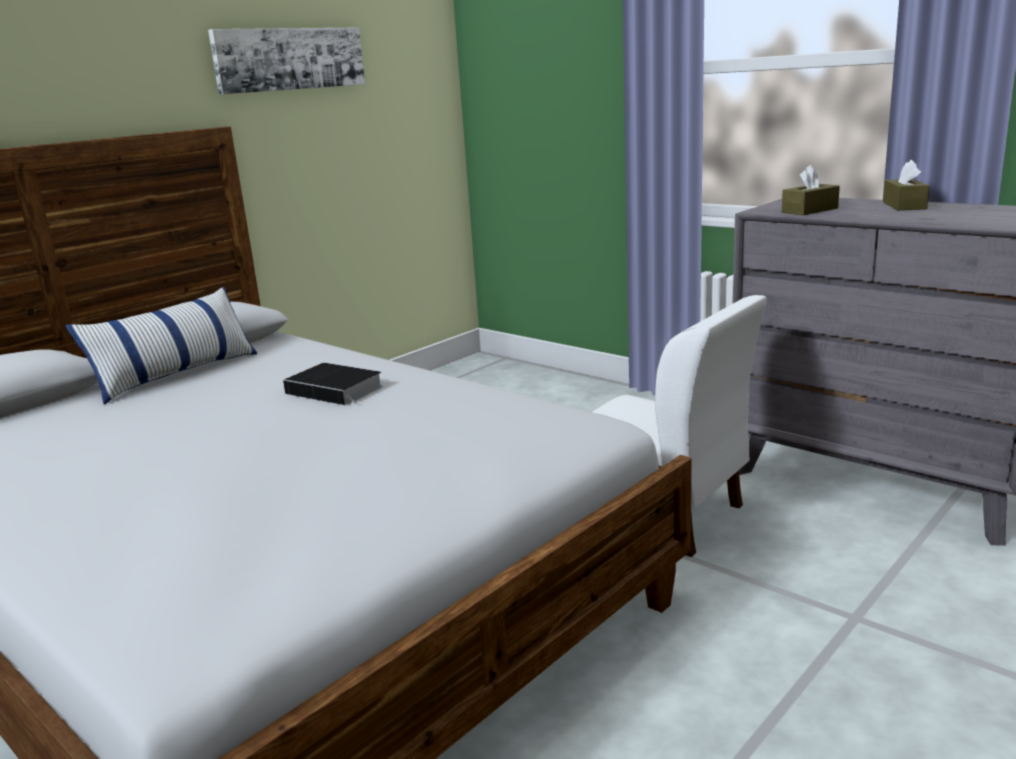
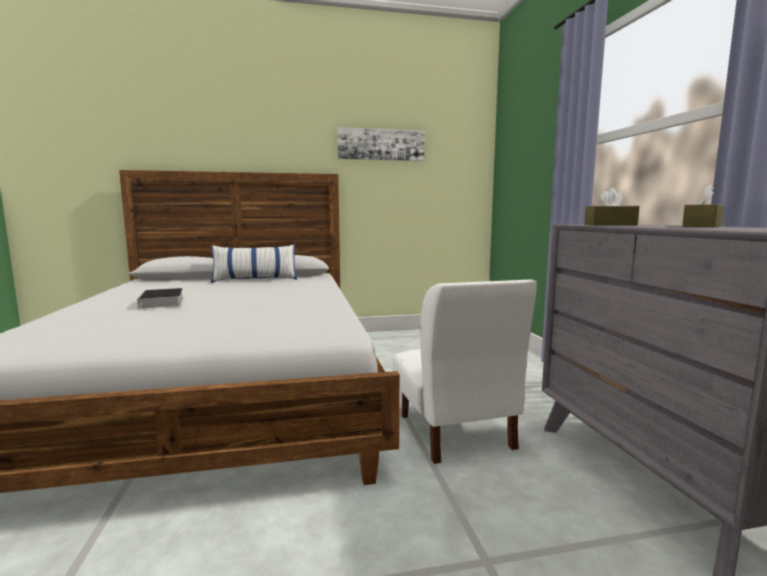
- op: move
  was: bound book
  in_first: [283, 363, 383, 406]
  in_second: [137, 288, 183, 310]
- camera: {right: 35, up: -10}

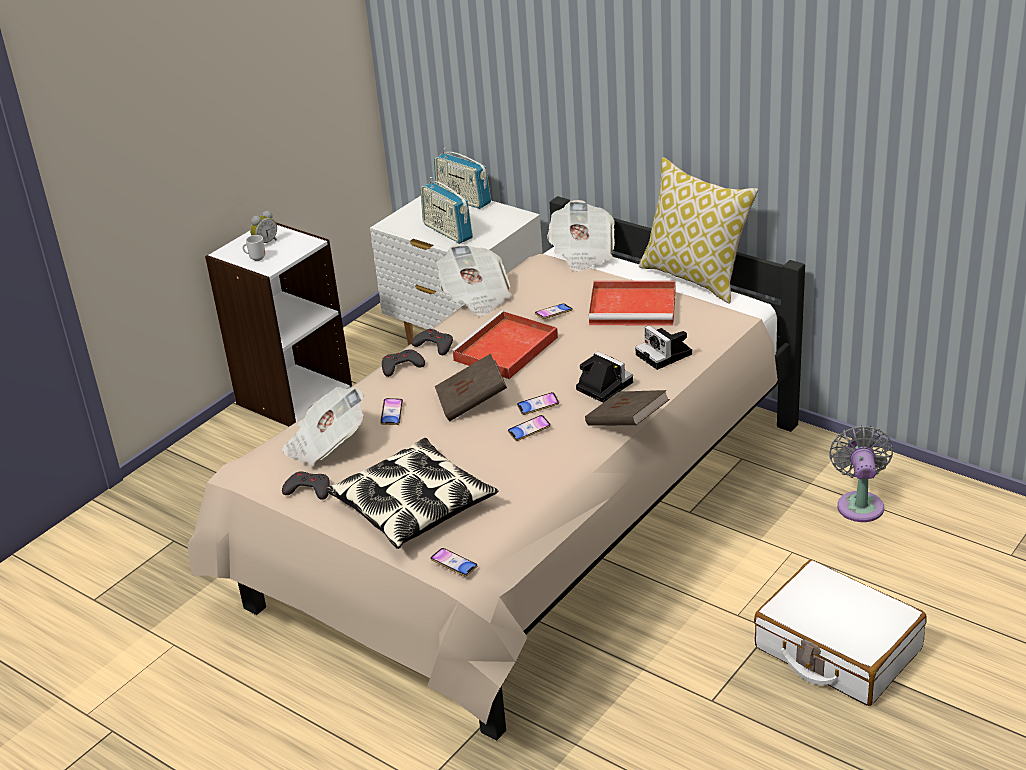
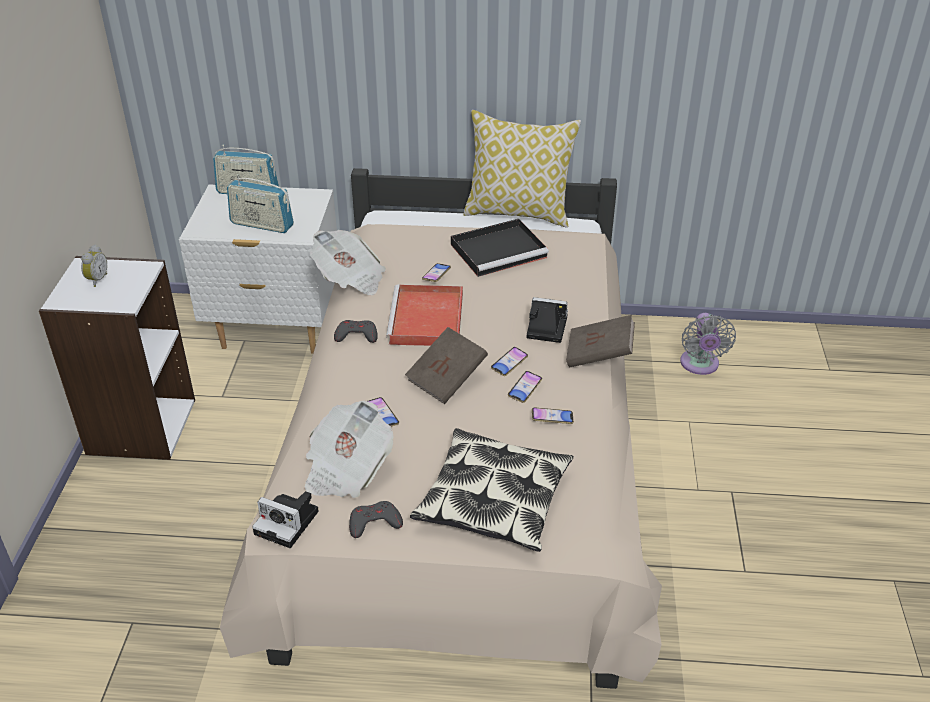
- op: delete
  was: daily paper
  in_first: [547, 200, 615, 272]
- op: delete
  was: mug
  in_first: [242, 235, 265, 261]
- op: recolor
  was: serving tray (reddish)
  now: serving tray (black-coloured)
  in_first: [589, 281, 676, 326]
  in_second: [451, 219, 549, 277]
- op: move
  was: still camera
  in_first: [635, 325, 692, 370]
  in_second: [252, 491, 319, 548]
- op: delete
  was: gamepad (grey)
  in_first: [382, 349, 425, 377]
- op: rotate
  was: cooling fan (grey)
  in_first: [829, 425, 894, 522]
  in_second: [680, 313, 736, 375]
  clockwise: -150
- op: move
  was: handset
  in_first: [430, 548, 478, 576]
  in_second: [532, 407, 574, 424]
- op: delete
  was: travel case (white-coloured)
  in_first: [754, 560, 927, 706]
- camera: {right: -35, up: 5}

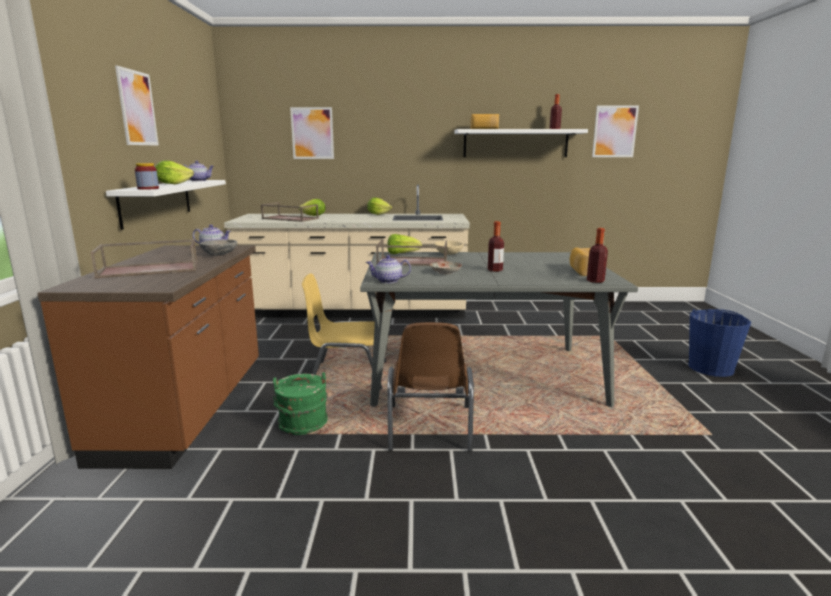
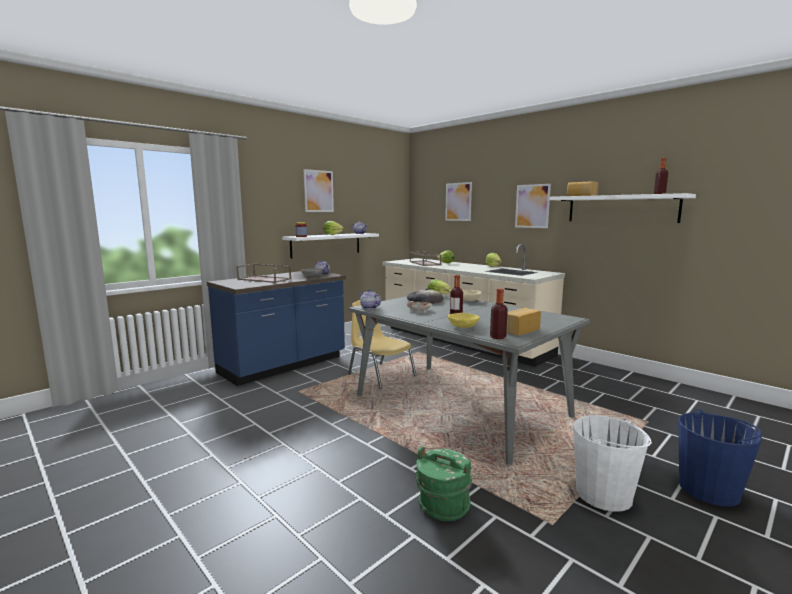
- op: move
  was: wall art
  in_first: [592, 105, 639, 157]
  in_second: [515, 184, 551, 228]
- op: replace
  was: serving tray (brownish)
  now: bread
  in_first: [376, 240, 447, 266]
  in_second: [407, 289, 443, 304]
- op: recolor
  was: counter (brownish)
  now: counter (blue)
  in_first: [37, 245, 259, 469]
  in_second: [207, 271, 346, 386]
- op: delete
  was: upright chair (brownish)
  in_first: [387, 322, 474, 452]
- op: move
  was: pail (green-coloured)
  in_first: [273, 372, 328, 435]
  in_second: [415, 446, 472, 521]
- op: insert
  now: bowl (yellowish)
  in_second: [448, 313, 480, 328]
- op: insert
  now: pail (white-coloured)
  in_second: [573, 415, 652, 512]
- camera: {right: 45, up: -5}

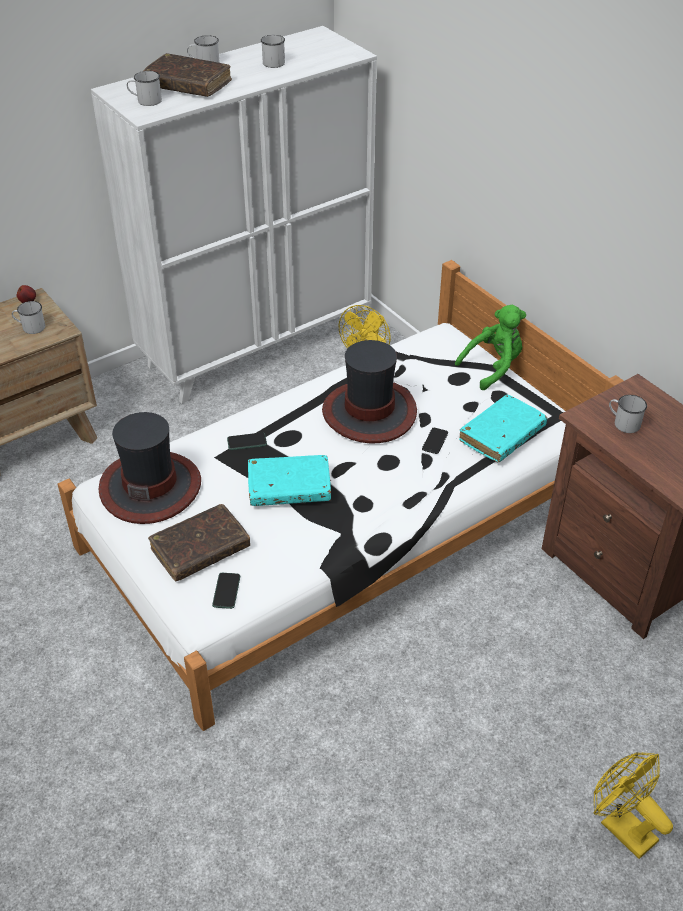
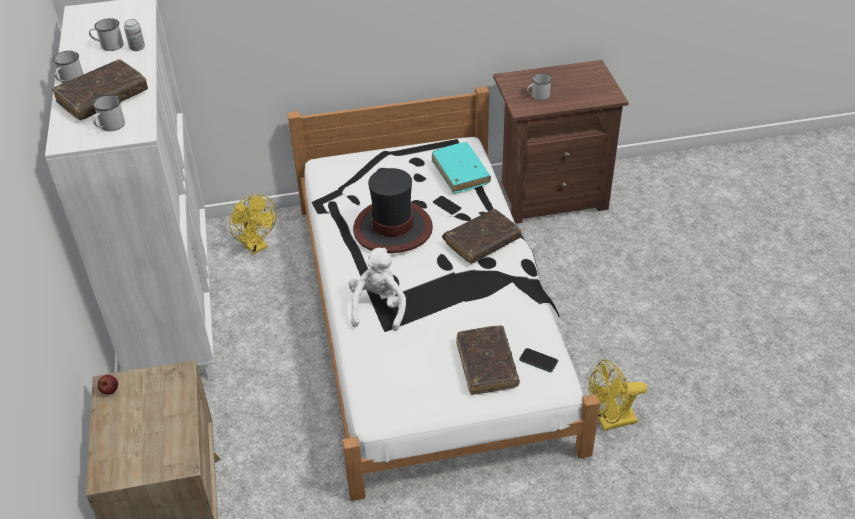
- op: delete
  was: mug (white-coloured)
  in_first: [12, 301, 45, 334]
- op: delete
  was: cuddly toy (green-coloured)
  in_first: [455, 305, 526, 390]
- op: delete
  was: hat
  in_first: [98, 412, 201, 524]
- op: replace
  was: handset
  now: cuddly toy (white-coloured)
  in_first: [227, 432, 267, 450]
  in_second: [348, 248, 406, 331]
- op: delete
  was: bound book (blue-green)
  in_first: [248, 455, 331, 506]
- op: move
  was: cooling fan (yellowish)
  in_first: [593, 752, 673, 859]
  in_second: [589, 359, 647, 431]
- op: insert
  now: metal can
  in_second: [124, 19, 145, 51]
- op: insert
  now: bound book (brownish)
  in_second: [445, 209, 521, 264]
- camera: {right: -65, up: 0}

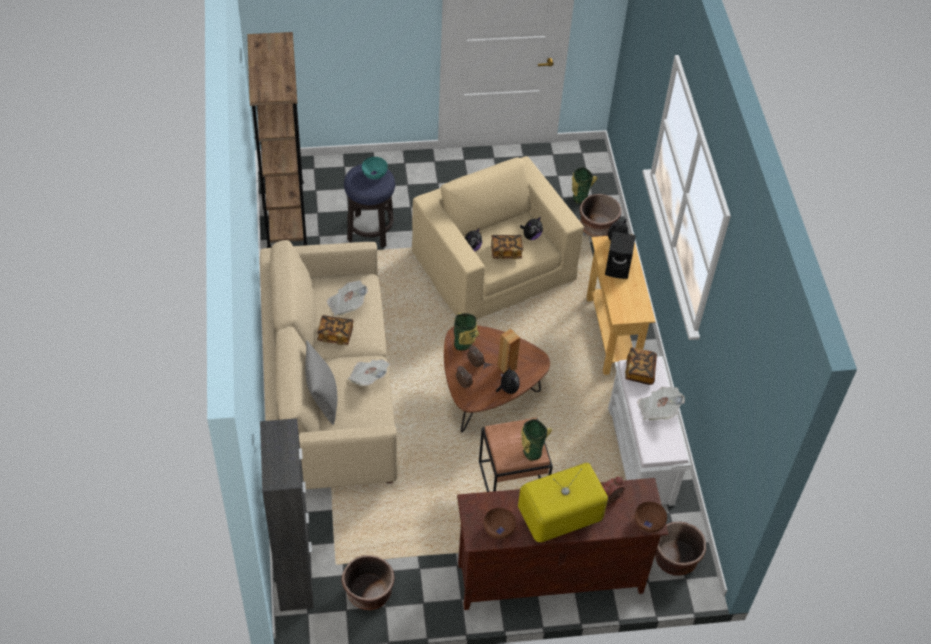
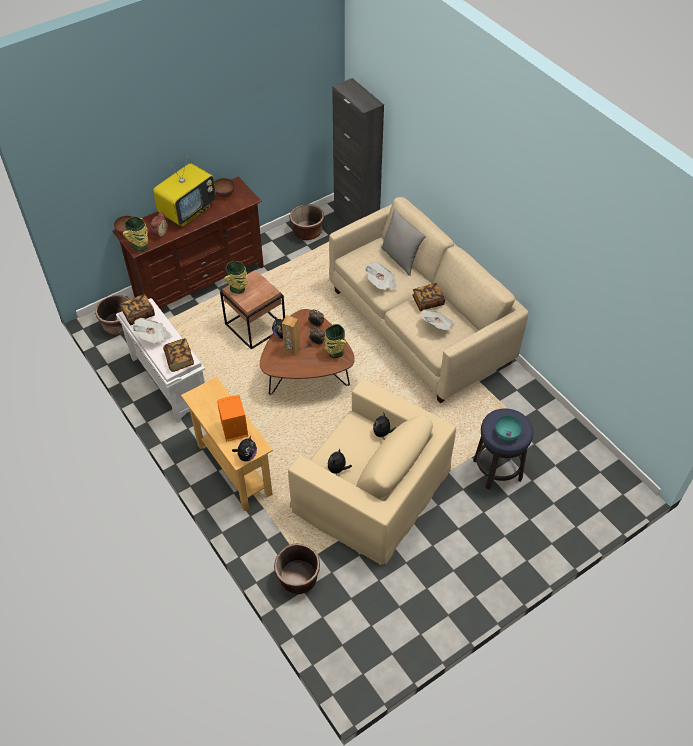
- op: delete
  was: shelving unit (brownish)
  in_first: [247, 32, 308, 248]
- op: move
  was: decorative vase
  in_first: [572, 167, 597, 204]
  in_second: [123, 217, 148, 251]
- op: recolor
  was: loudspeaker (black-coloured)
  now: loudspeaker (orange)
  in_first: [605, 231, 636, 279]
  in_second: [217, 395, 248, 442]
- op: move
  was: bound book
  in_first: [491, 235, 523, 259]
  in_second: [120, 294, 155, 325]
- camera: {right: 155, up: 0}

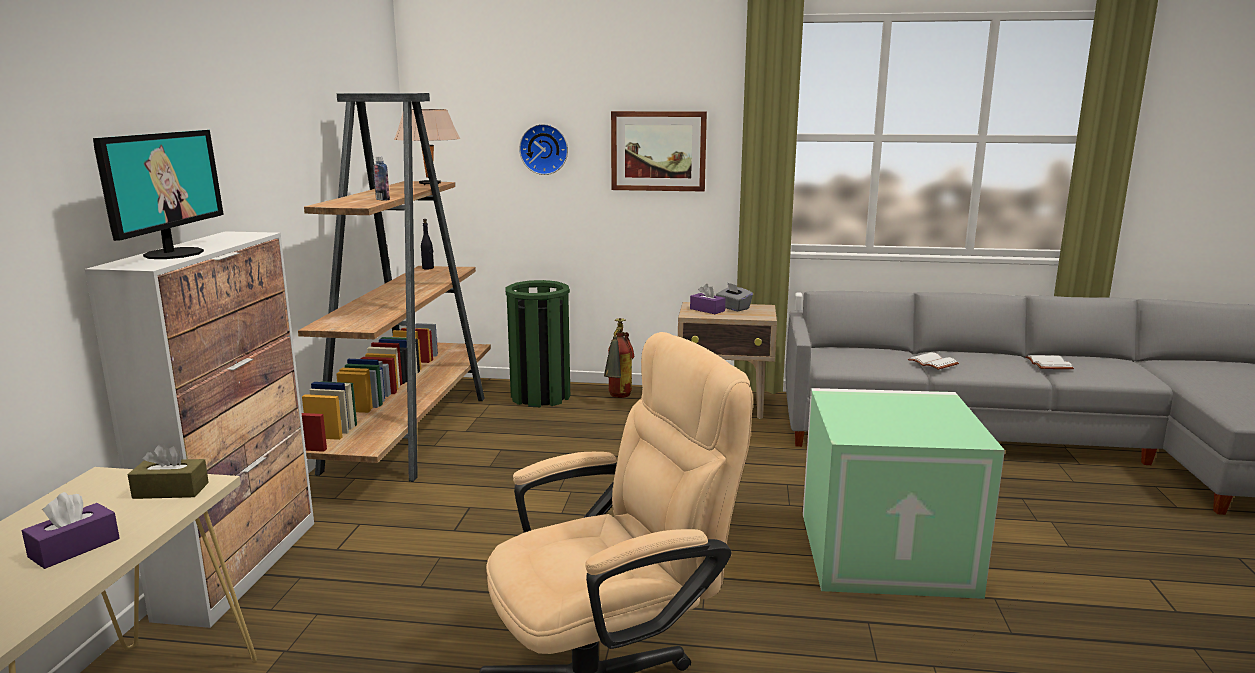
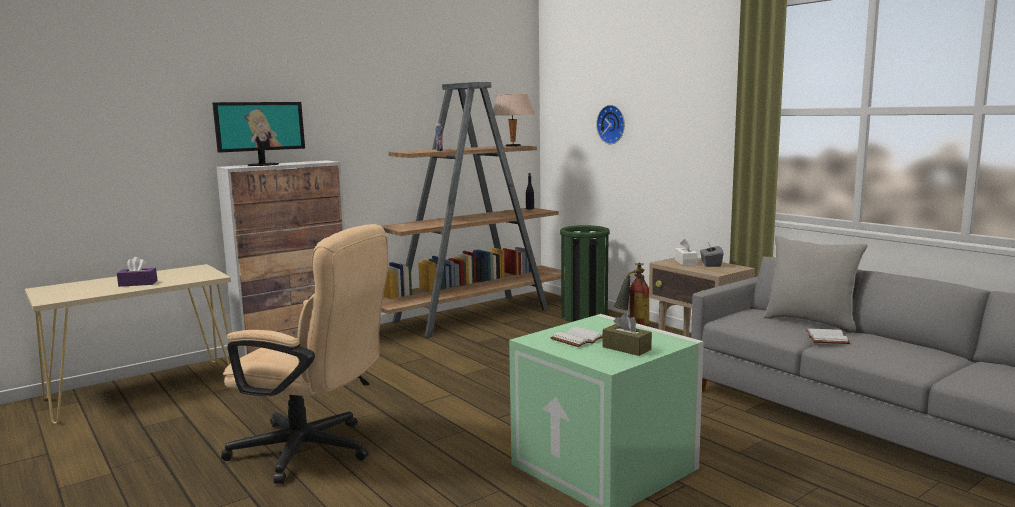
- op: delete
  was: wall art
  in_first: [611, 111, 707, 192]
- op: recolor
  was: tissue holder (purplish)
  now: tissue holder (white-coloured)
  in_first: [690, 284, 726, 314]
  in_second: [675, 239, 698, 266]
- op: move
  was: bound book (white-coloured)
  in_first: [1025, 355, 1074, 369]
  in_second: [551, 327, 603, 347]
- op: move
  was: tissue holder (brownish)
  in_first: [128, 443, 209, 499]
  in_second: [603, 313, 652, 356]
- op: insert
  now: cushion (grey)
  in_second: [763, 235, 868, 331]
- camera: {right: 45, up: -5}

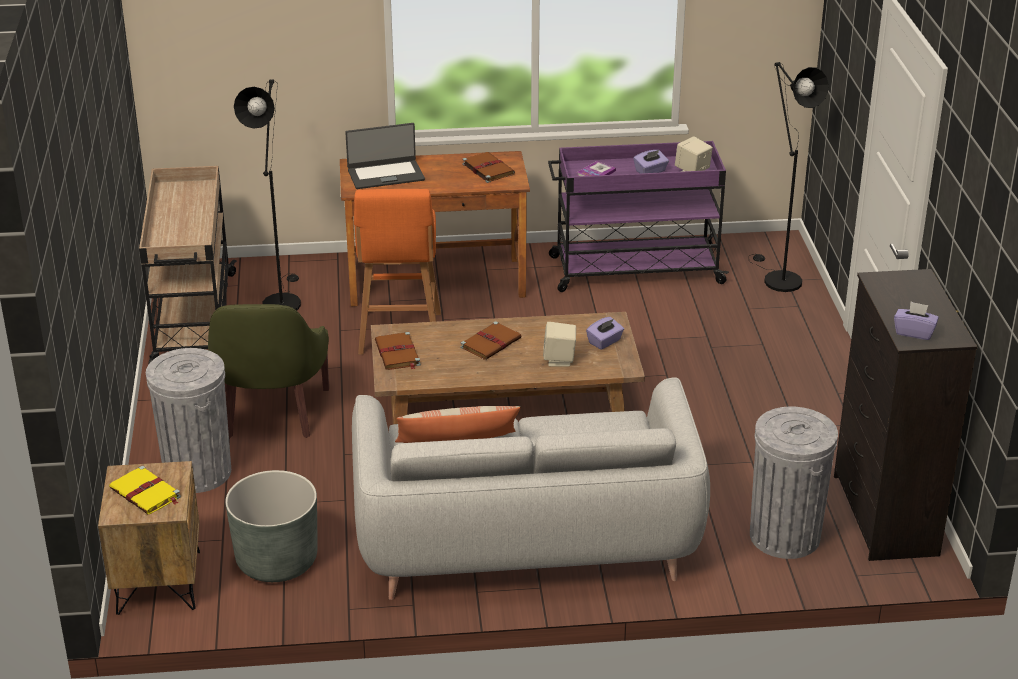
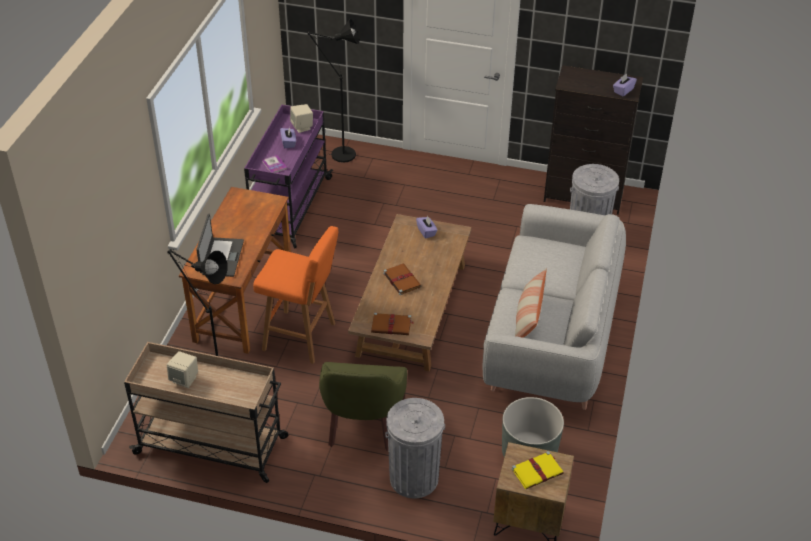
- op: delete
  was: bound book (brownish)
  in_first: [462, 152, 515, 183]
- op: rotate
  was: armchair (green-coloured)
  in_first: [208, 304, 329, 438]
  in_second: [319, 362, 407, 451]
  clockwise: 75
- op: move
  was: loudspeaker (beige)
  in_first: [543, 322, 576, 367]
  in_second: [167, 351, 198, 388]
- camera: {right: -70, up: 10}

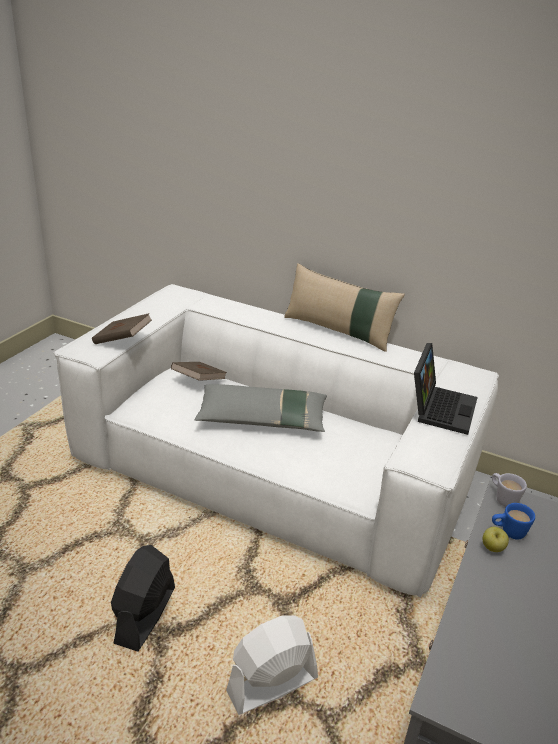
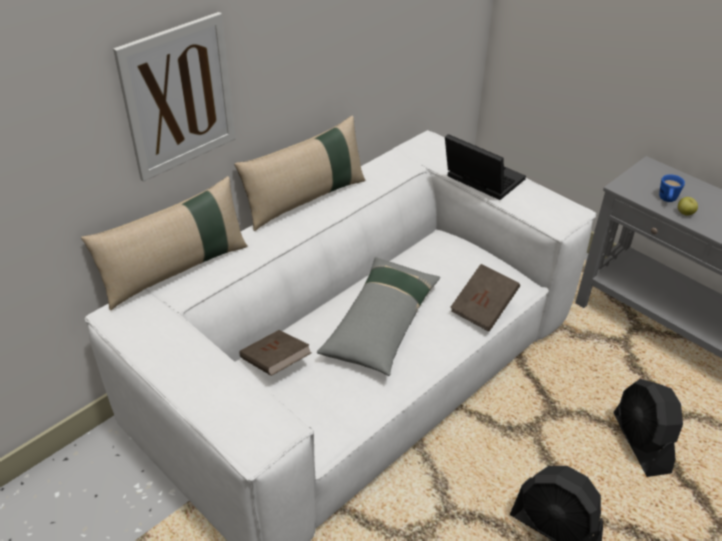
- op: move
  was: bound book (brownish)
  in_first: [92, 313, 152, 344]
  in_second: [450, 264, 520, 331]
- op: delete
  was: mug (white-coloured)
  in_first: [492, 473, 527, 507]
- op: recolor
  was: cooling fan (white-coloured)
  now: cooling fan (black-coloured)
  in_first: [226, 616, 318, 715]
  in_second: [613, 379, 683, 477]
- op: insert
  now: wall art
  in_second: [113, 12, 236, 182]
- op: insert
  now: cushion (beige)
  in_second: [81, 176, 248, 310]
- camera: {right: -70, up: 10}

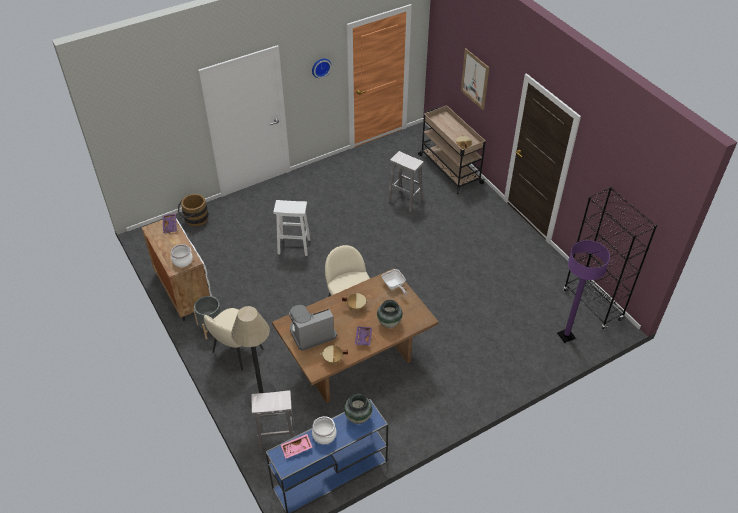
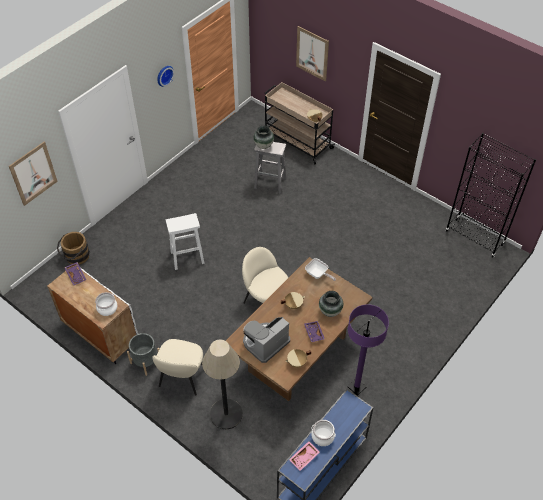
- op: move
  was: floor lamp (purplish)
  in_first: [557, 240, 610, 343]
  in_second: [347, 304, 389, 396]
- op: delete
  was: stool seat (white-coloured)
  in_first: [251, 390, 295, 453]
- op: move
  was: decorative vase
  in_first: [344, 393, 372, 424]
  in_second: [254, 126, 274, 149]
- op: insert
  now: wall art
  in_second: [9, 142, 58, 206]
- camera: {right: -20, up: 5}

